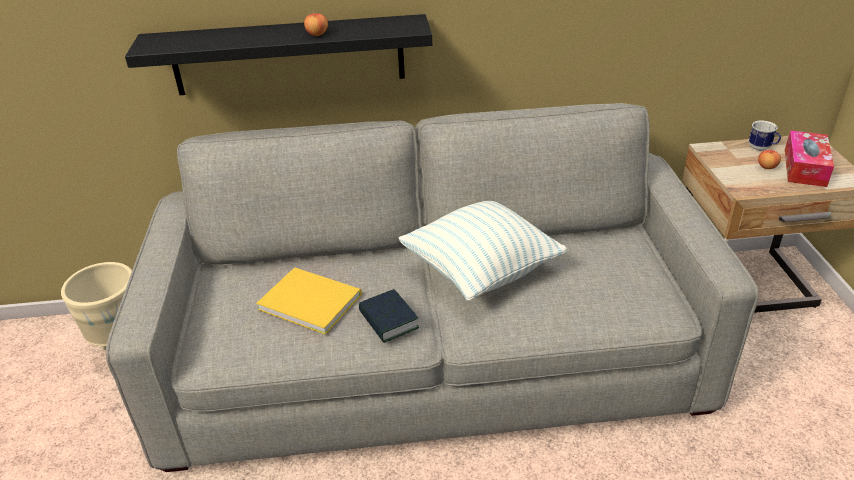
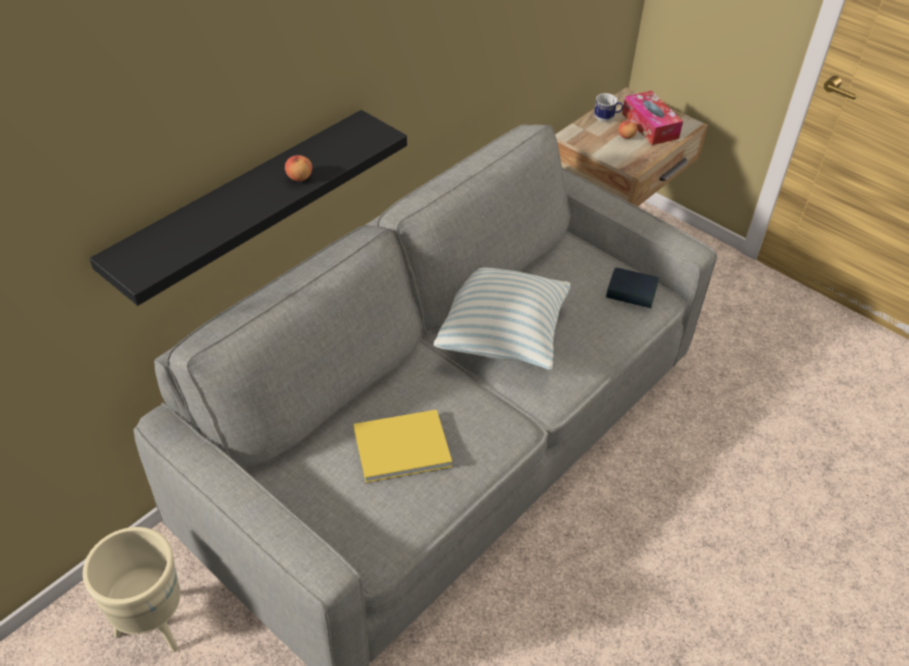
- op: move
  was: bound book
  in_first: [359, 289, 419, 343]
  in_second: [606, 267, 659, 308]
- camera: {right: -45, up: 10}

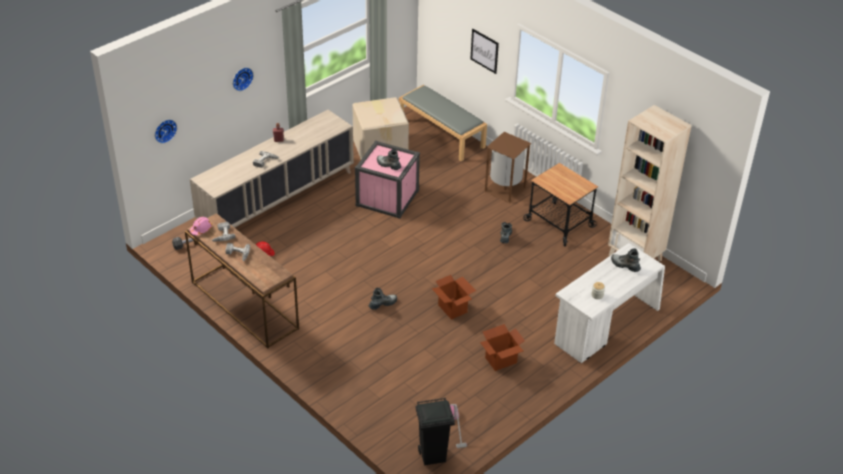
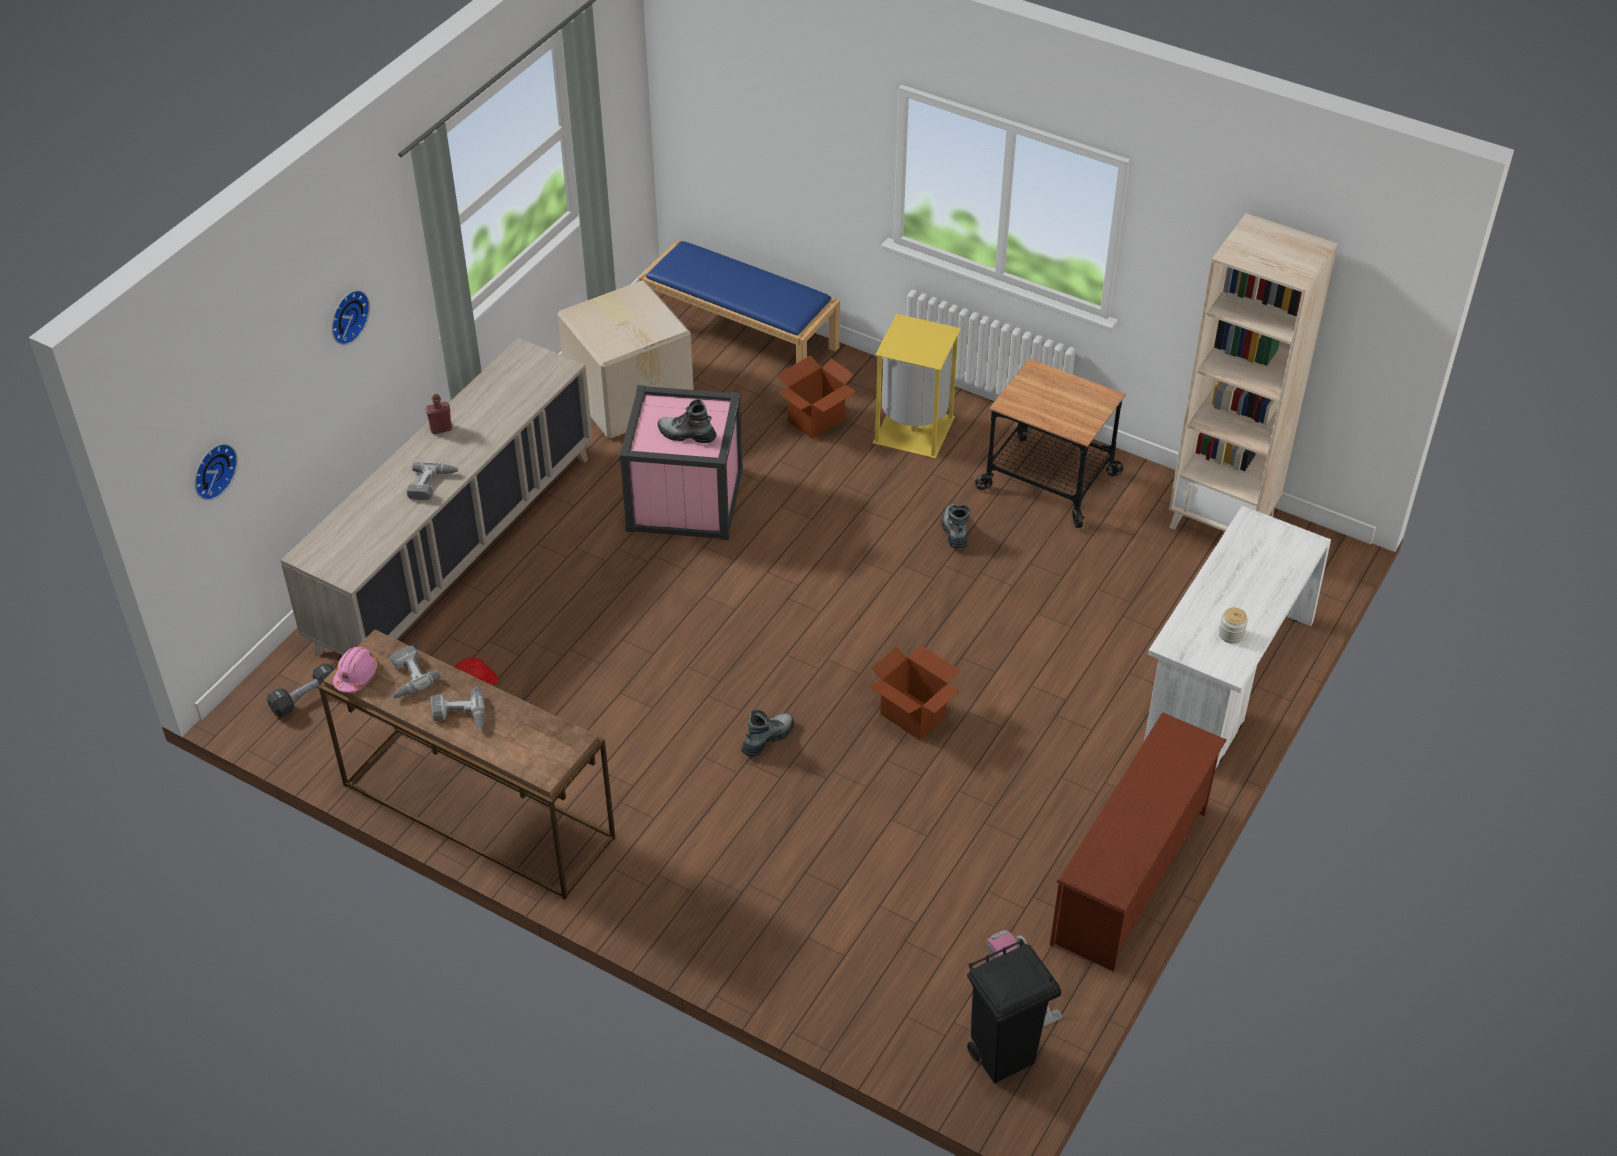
- op: delete
  was: wall art
  in_first: [470, 29, 499, 74]
- op: recolor
  was: long seat (grey)
  now: long seat (blue)
  in_first: [399, 85, 487, 161]
  in_second: [638, 240, 840, 363]
- op: recolor
  was: rubbish bin (brownish)
  now: rubbish bin (yellowish)
  in_first: [484, 132, 531, 203]
  in_second: [873, 314, 961, 458]
- op: delete
  was: tall boot
  in_first: [611, 248, 641, 272]
- op: move
  was: packing box
  in_first: [480, 324, 525, 371]
  in_second: [777, 356, 857, 439]
- op: insert
  now: shoe stand (brownish)
  in_second: [1050, 712, 1226, 972]
- camera: {right: -15, up: 5}

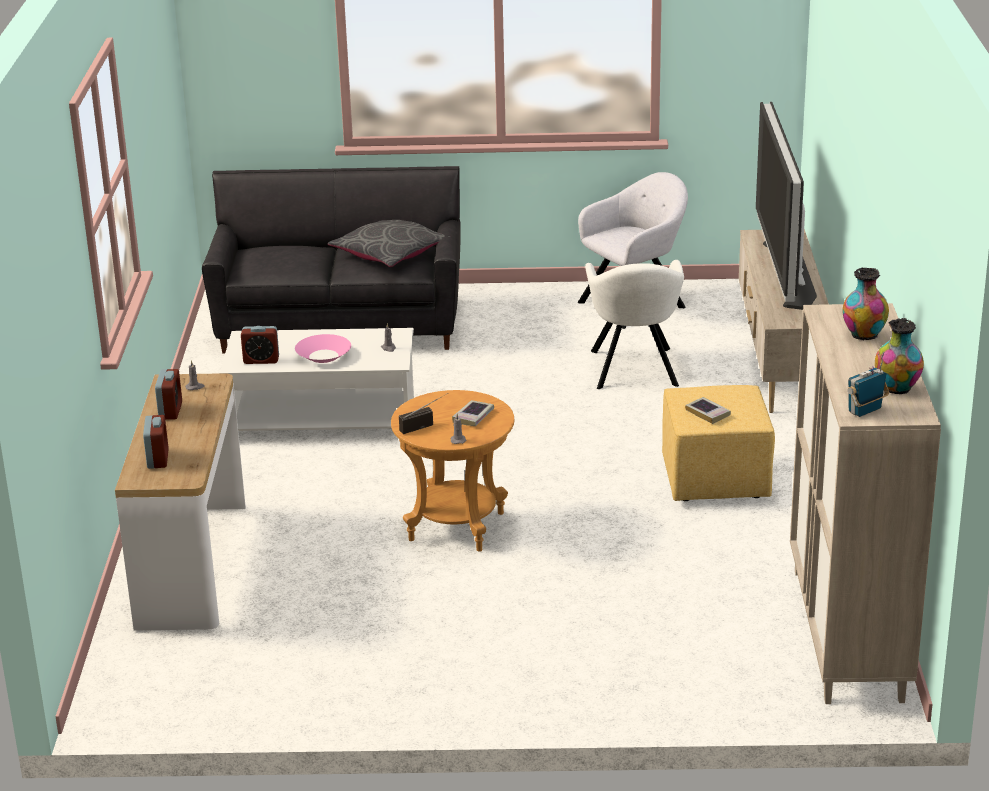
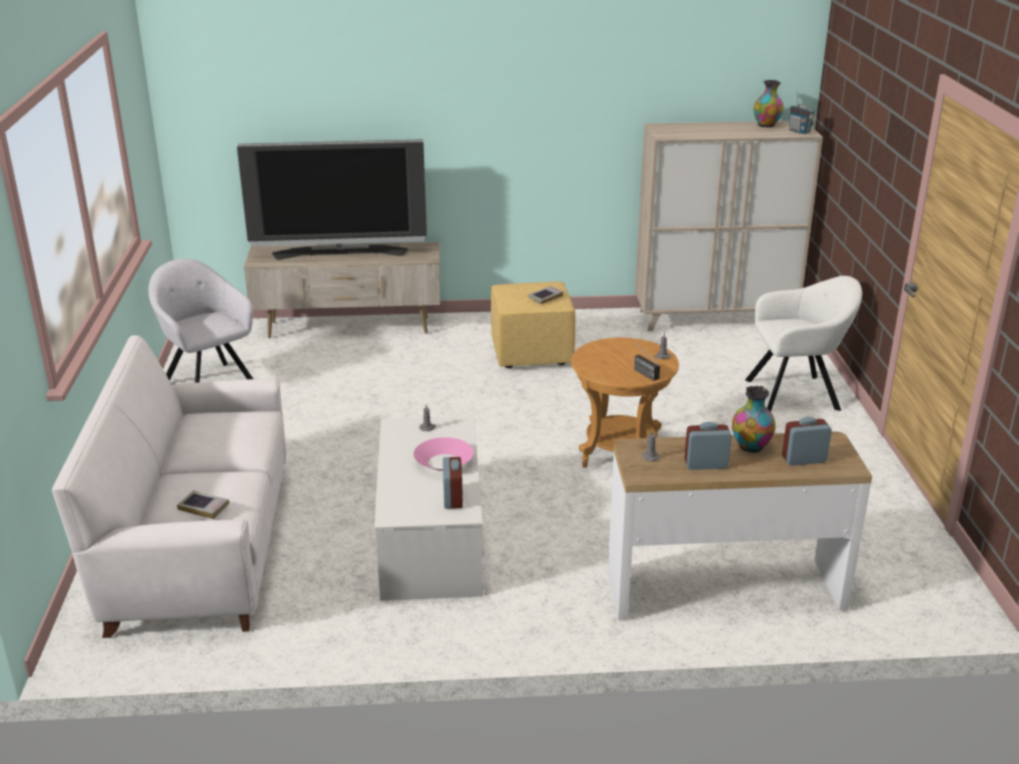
- op: recolor
  was: sofa (black-coloured)
  now: sofa (white-coloured)
  in_first: [202, 166, 461, 354]
  in_second: [52, 335, 286, 638]
- op: delete
  was: cushion (grey)
  in_first: [328, 220, 451, 267]
- op: move
  was: armchair (white-coloured)
  in_first: [585, 260, 684, 389]
  in_second: [745, 276, 862, 412]
- op: move
  was: decorative vase
  in_first: [842, 268, 889, 340]
  in_second: [732, 386, 776, 453]
- op: move
  was: bound book
  in_first: [452, 400, 494, 426]
  in_second: [177, 490, 229, 519]
- camera: {right: -95, up: 0}

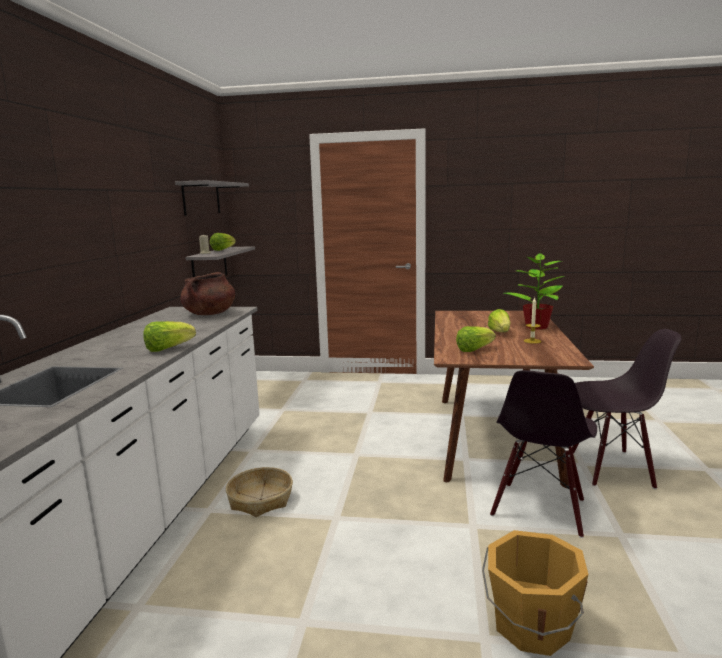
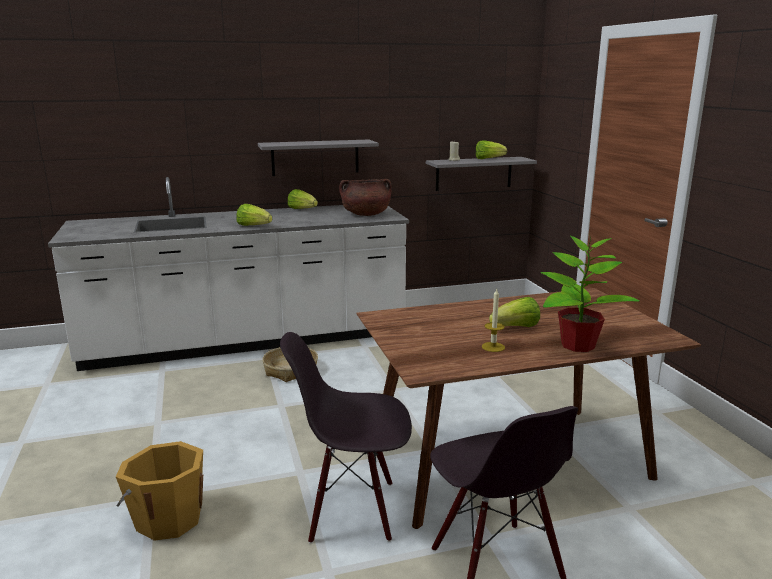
- op: move
  was: bracket shelf (grey)
  in_first: [175, 180, 249, 215]
  in_second: [258, 140, 379, 176]
- op: move
  was: lettuce
  in_first: [456, 326, 496, 352]
  in_second: [288, 189, 318, 209]
- camera: {right: 65, up: 5}

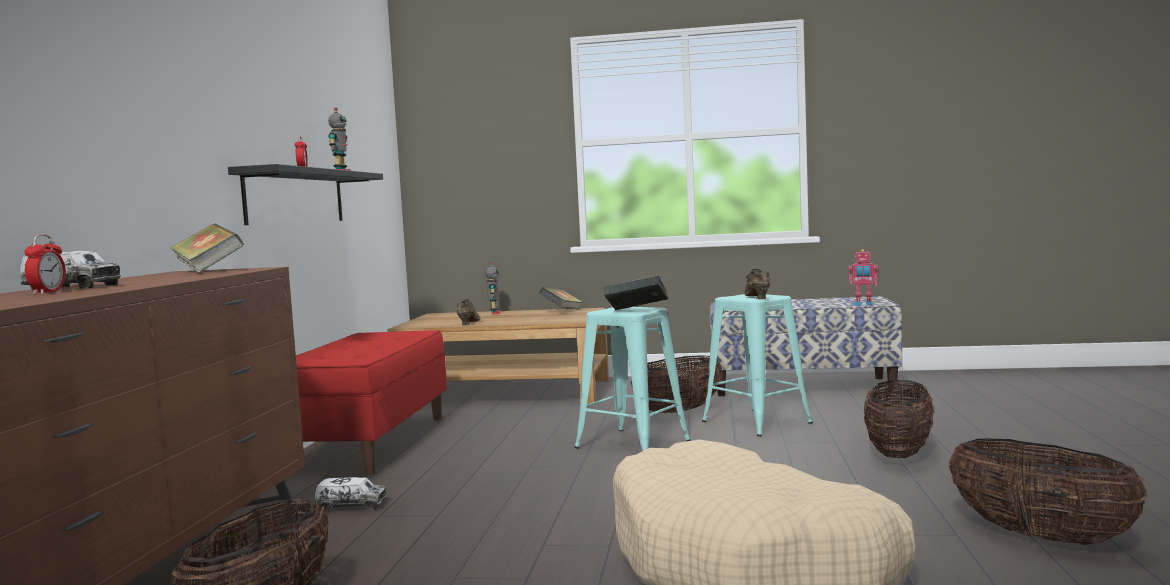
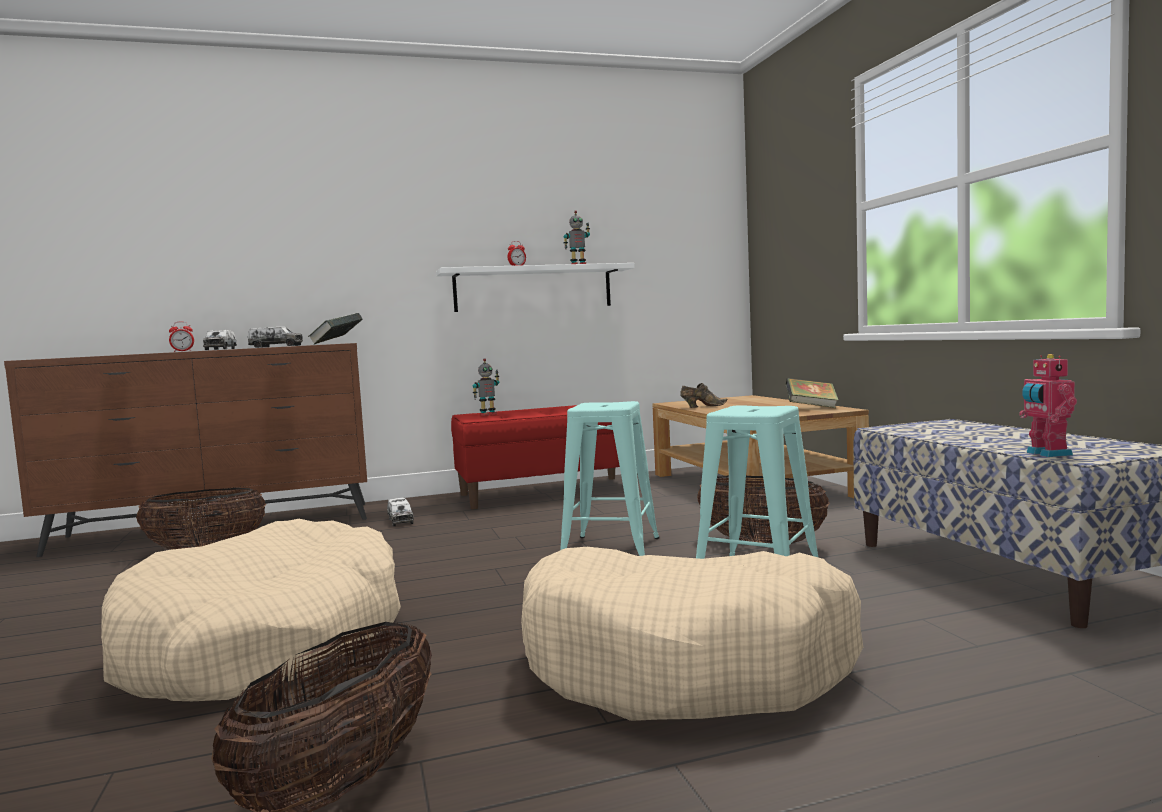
- op: recolor
  was: bracket shelf (black-coloured)
  now: bracket shelf (white-coloured)
  in_first: [228, 164, 383, 225]
  in_second: [436, 263, 635, 312]
- op: move
  was: toy robot
  in_first: [485, 262, 500, 314]
  in_second: [473, 358, 499, 416]
- op: delete
  was: shoe (brownish)
  in_first: [744, 268, 771, 299]
- op: delete
  was: bound book
  in_first: [604, 276, 668, 311]
- op: replace
  was: storage basket
  now: dog cushion (beige)
  in_first: [864, 380, 934, 458]
  in_second: [521, 547, 863, 721]
- op: insert
  now: toy lorry
  in_second: [248, 327, 303, 348]
- camera: {right: 65, up: 0}

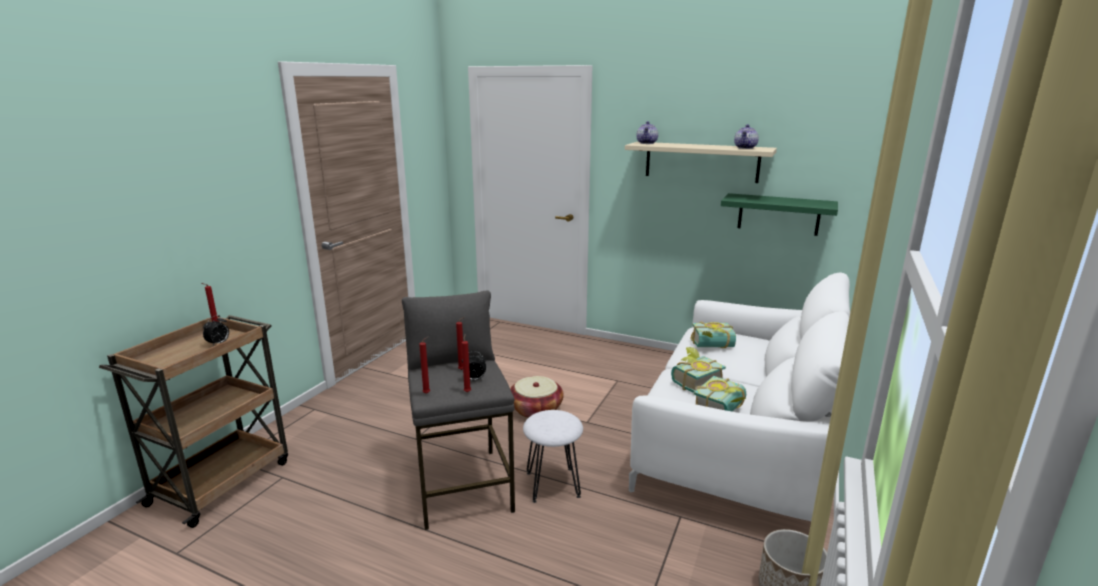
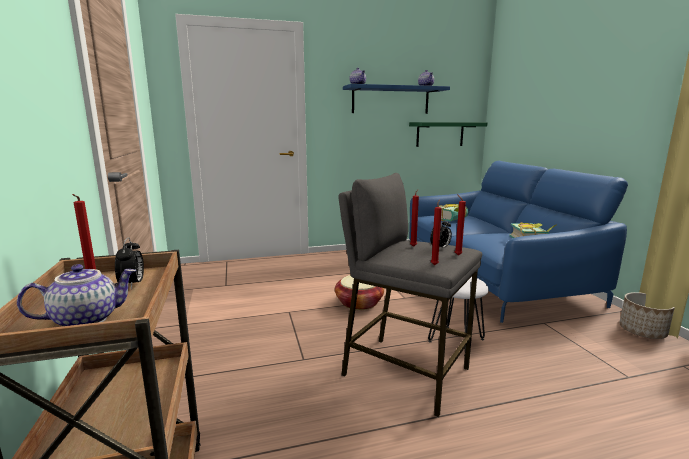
- op: recolor
  was: bracket shelf (beige)
  now: bracket shelf (blue)
  in_first: [625, 142, 777, 183]
  in_second: [343, 84, 450, 114]
- op: recolor
  was: sofa (white-coloured)
  now: sofa (blue)
  in_first: [629, 273, 850, 521]
  in_second: [409, 161, 628, 323]
- op: delete
  was: bound book
  in_first: [671, 347, 726, 393]
- op: insert
  now: pot for tea
  in_second: [17, 264, 136, 326]
- camera: {right: -40, up: -5}

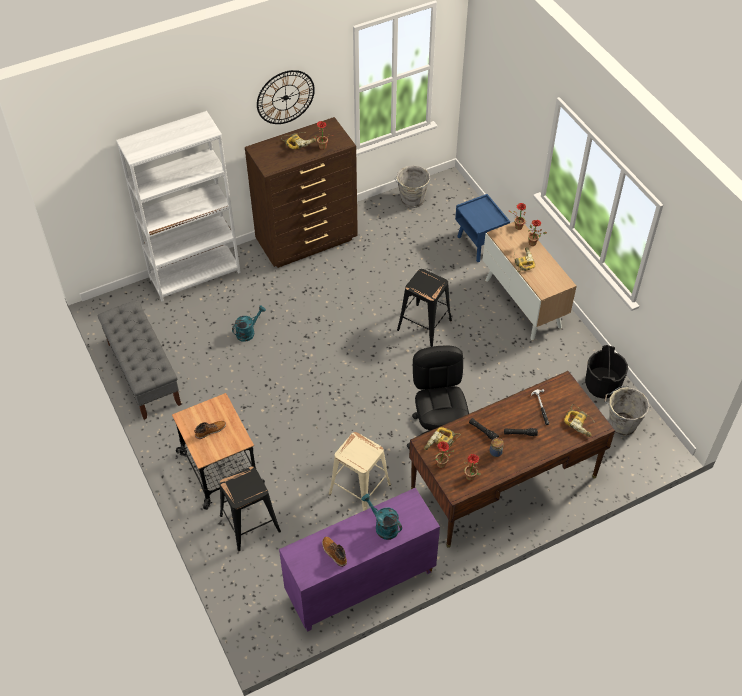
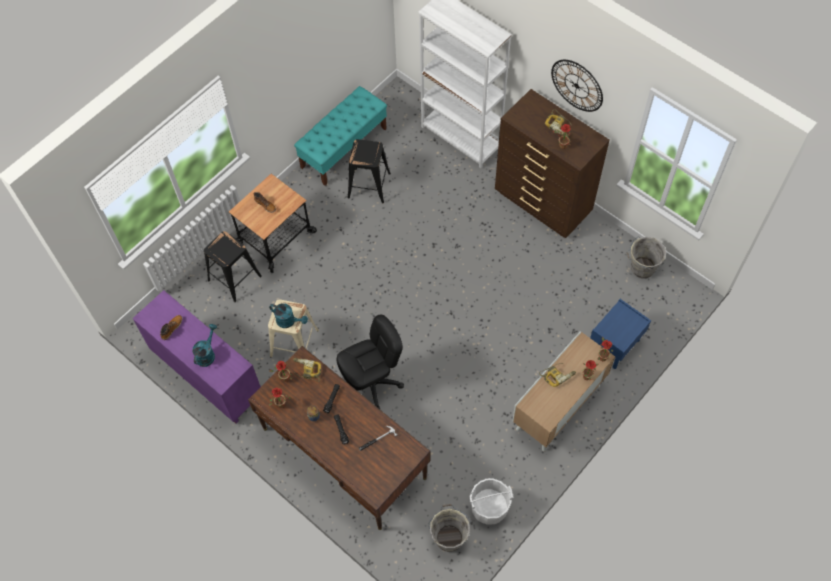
- op: move
  was: stool seat (black-coloured)
  in_first: [397, 269, 452, 347]
  in_second: [347, 139, 391, 203]
- op: recolor
  was: long seat (grey)
  now: long seat (blue-green)
  in_first: [98, 300, 181, 420]
  in_second: [294, 86, 387, 186]
- op: move
  was: sprinkling can (blue-green)
  in_first: [232, 305, 266, 342]
  in_second: [269, 303, 308, 328]
- op: recolor
  was: pail (black-coloured)
  now: pail (white-coloured)
  in_first: [585, 345, 628, 399]
  in_second: [470, 478, 513, 525]
- op: delete
  was: electric drill
  in_first: [564, 404, 595, 437]
- camera: {right: 70, up: 10}

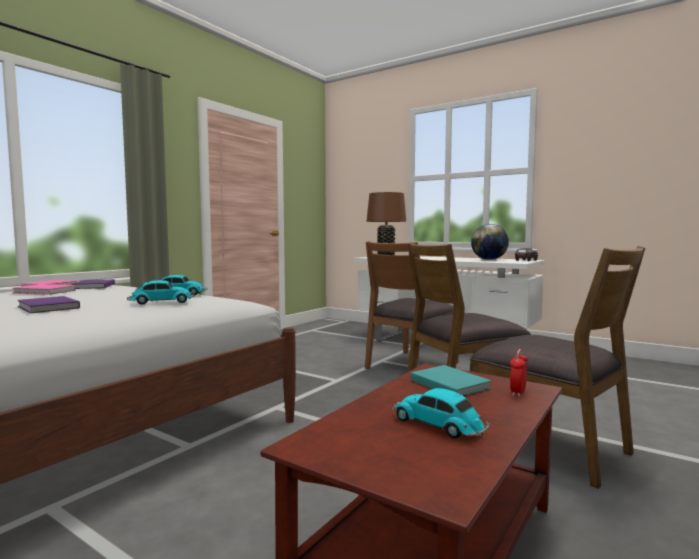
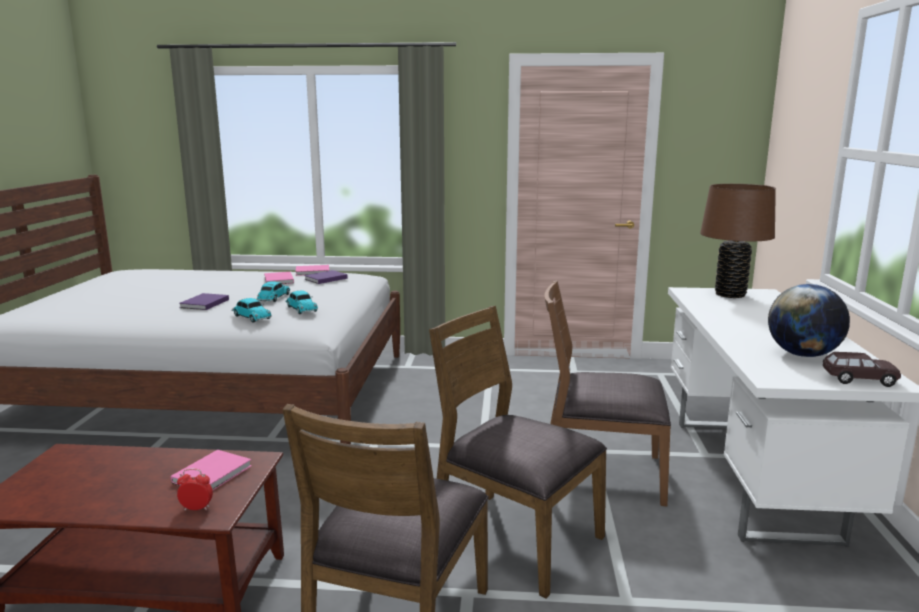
- op: recolor
  was: bound book (blue-green)
  now: bound book (pinkish)
  in_first: [411, 365, 492, 396]
  in_second: [171, 450, 252, 490]
- op: move
  was: miniature car
  in_first: [393, 388, 489, 439]
  in_second: [257, 282, 290, 302]
- camera: {right: 60, up: 10}

